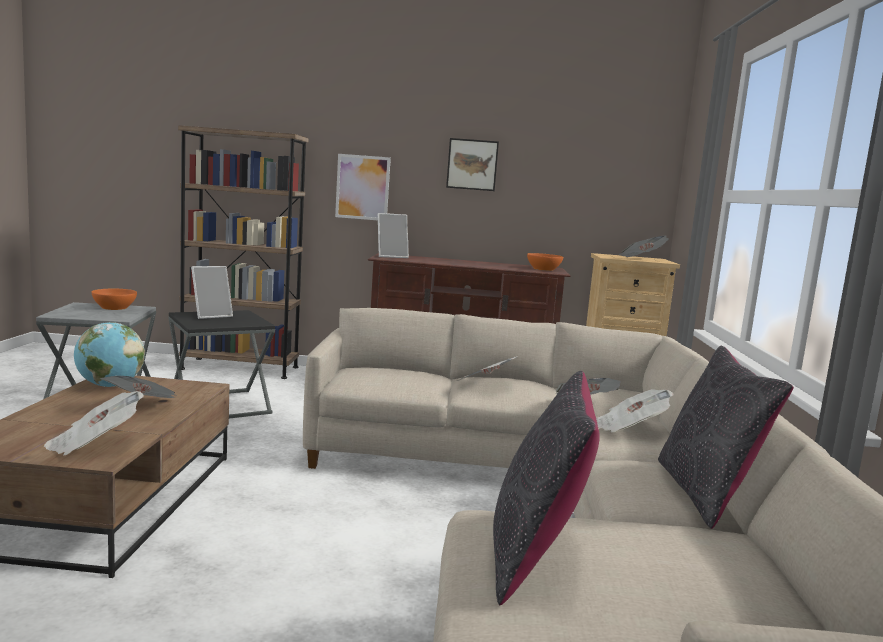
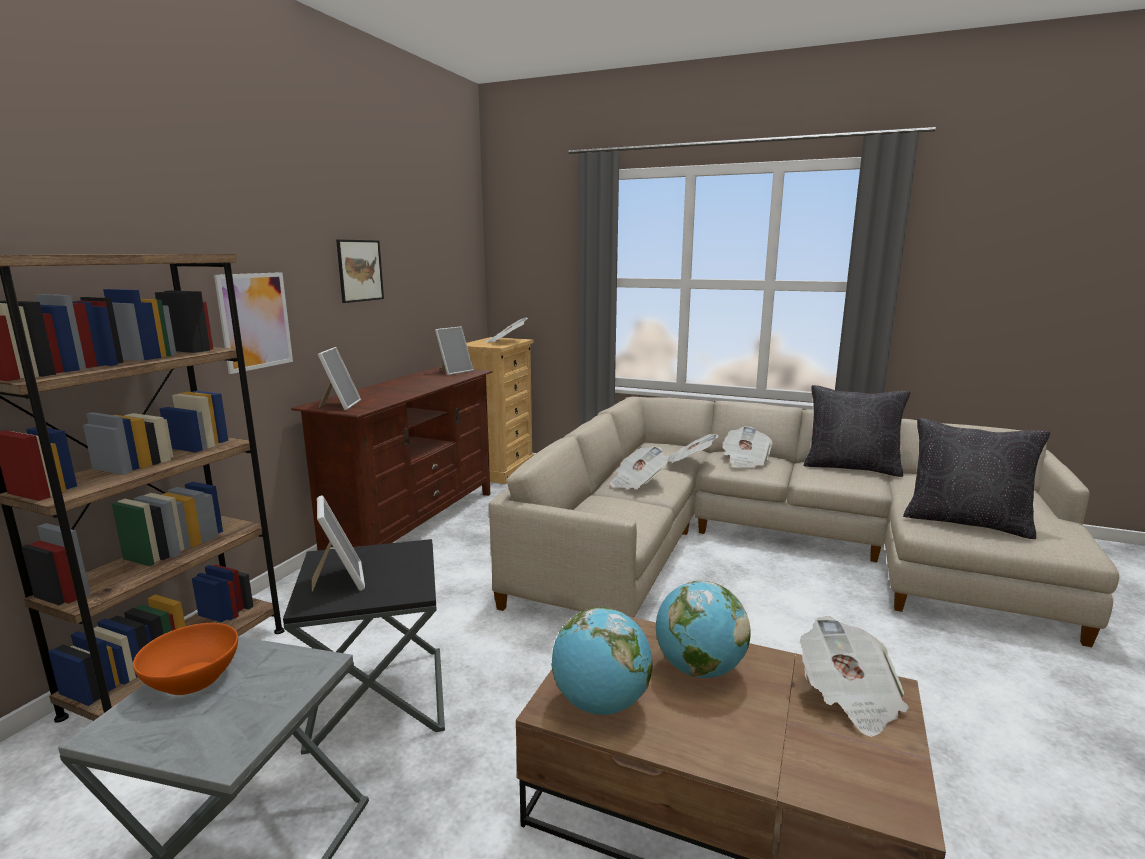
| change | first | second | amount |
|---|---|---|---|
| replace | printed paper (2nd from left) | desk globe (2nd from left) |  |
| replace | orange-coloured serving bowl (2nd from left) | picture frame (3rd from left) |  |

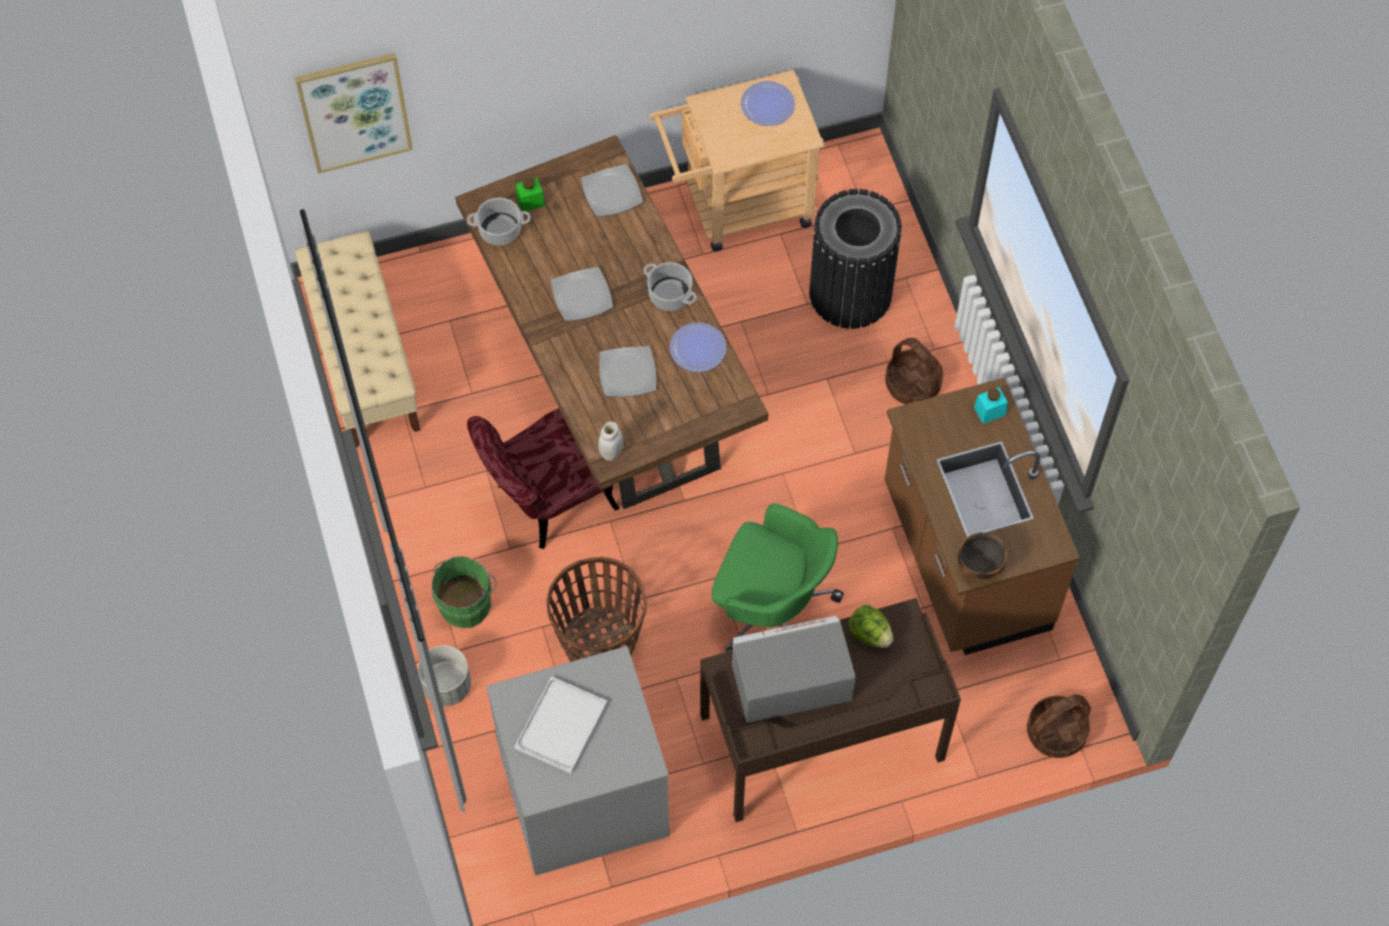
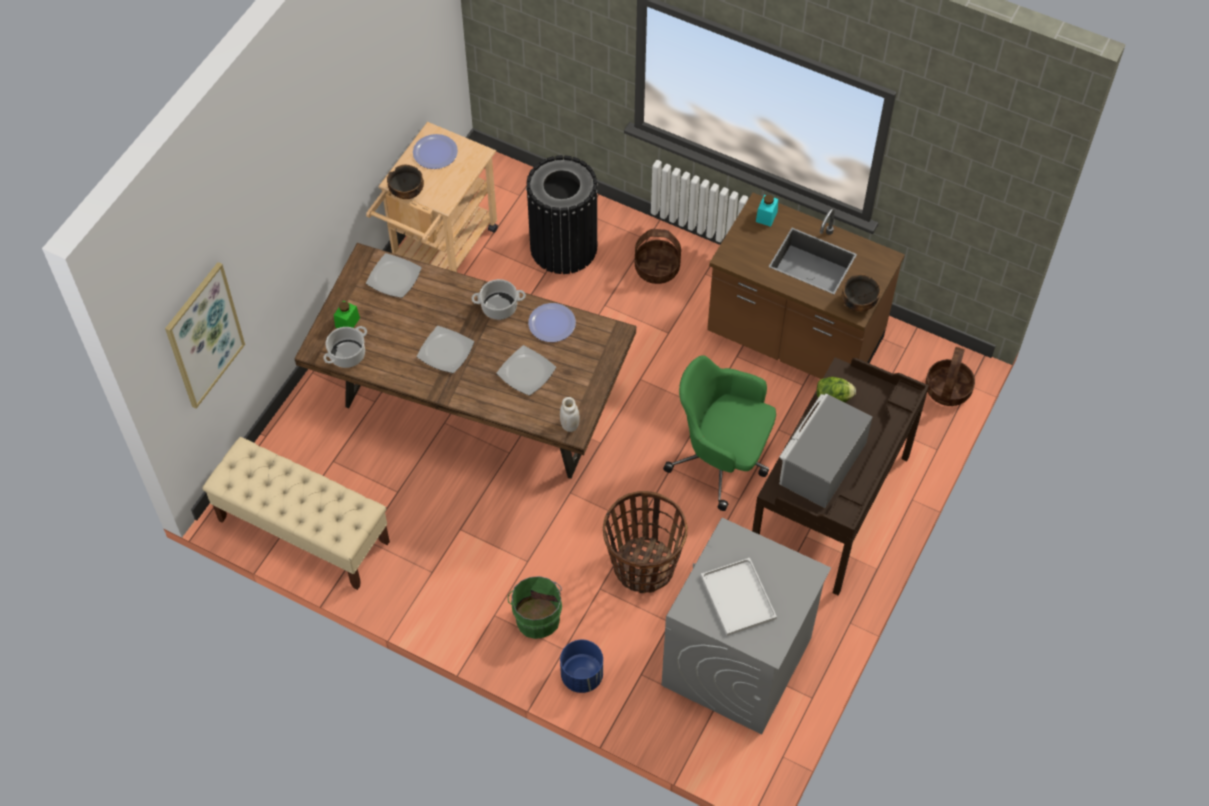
| change | first | second | amount |
|---|---|---|---|
| recolor | gray plant pot | bluish plant pot |  |
| delete | reddish plain chair |  |  |
| rotate | green computer chair |  | 135 degrees counterclockwise |
| insert |  | serving bowl (1st from left) |  |

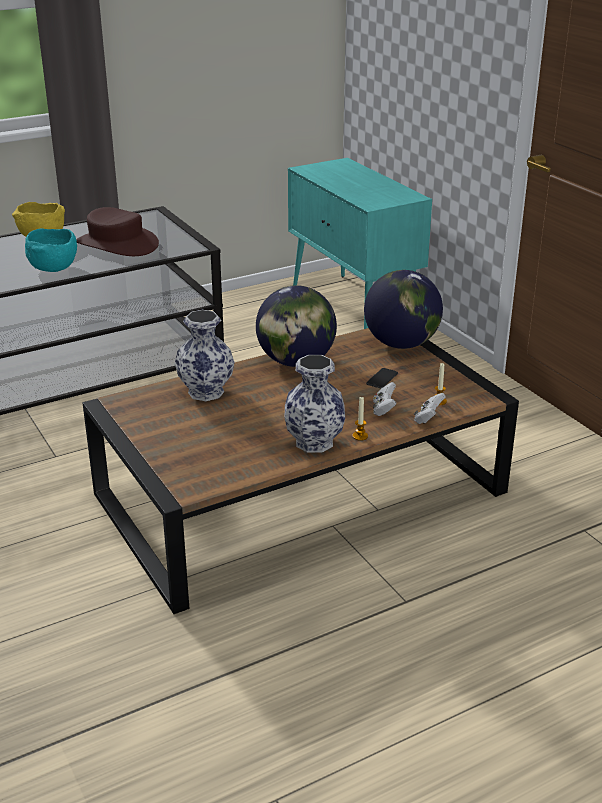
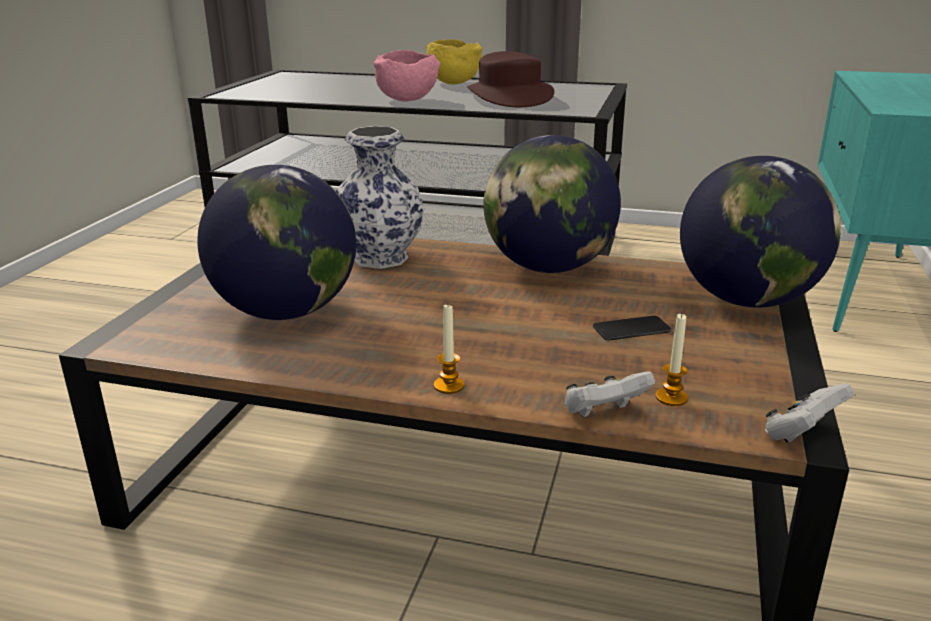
| change | first | second | amount |
|---|---|---|---|
| recolor | turquoise-coloured serving bowl | pink-coloured serving bowl |  |
| delete | decorative vase (2nd from left) |  |  |
| move | whitish joypad (1st from left in the first image) | whitish joypad (2nd from left) |  |
| insert |  | desk globe (1st from left) |  |

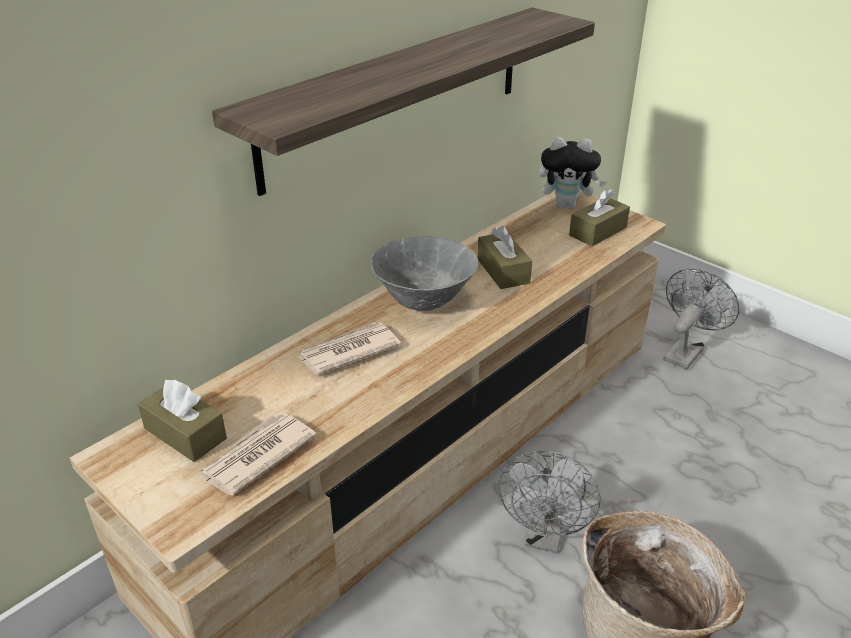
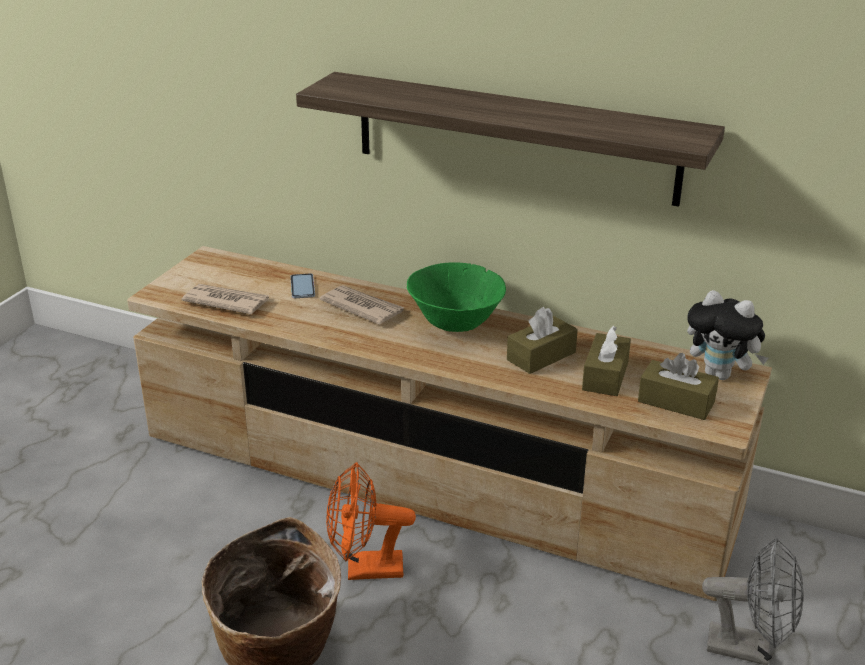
| change | first | second | amount |
|---|---|---|---|
| move | brown box of tissues (1st from left in the first image) | brown box of tissues (2nd from left) |  |
| recolor | gray serving bowl | green serving bowl |  |
| recolor | gray cooling fan (1st from left) | orange-coloured cooling fan |  |
| rotate | soft toy |  | 45 degrees counterclockwise |
| insert |  | phone |  |

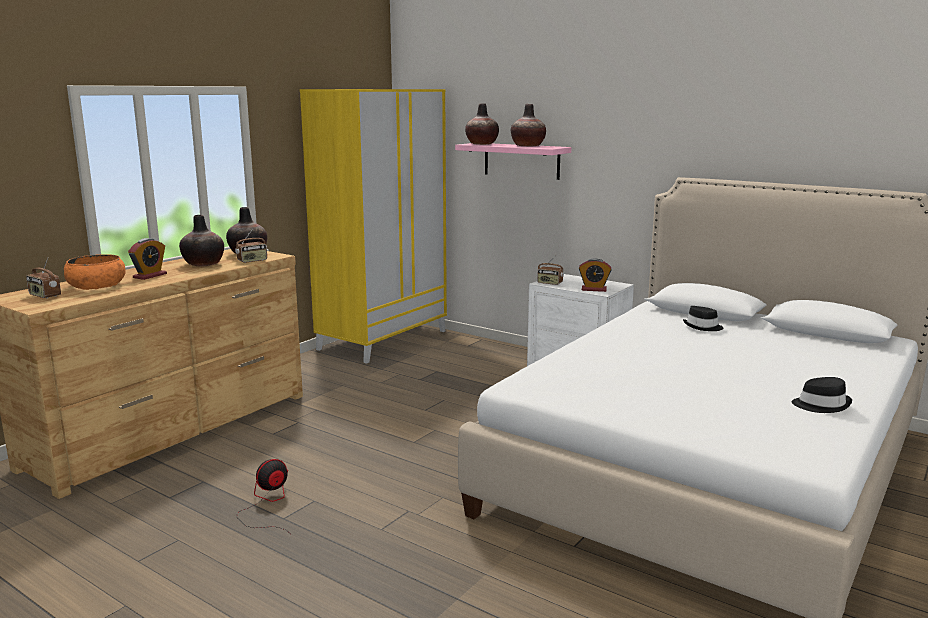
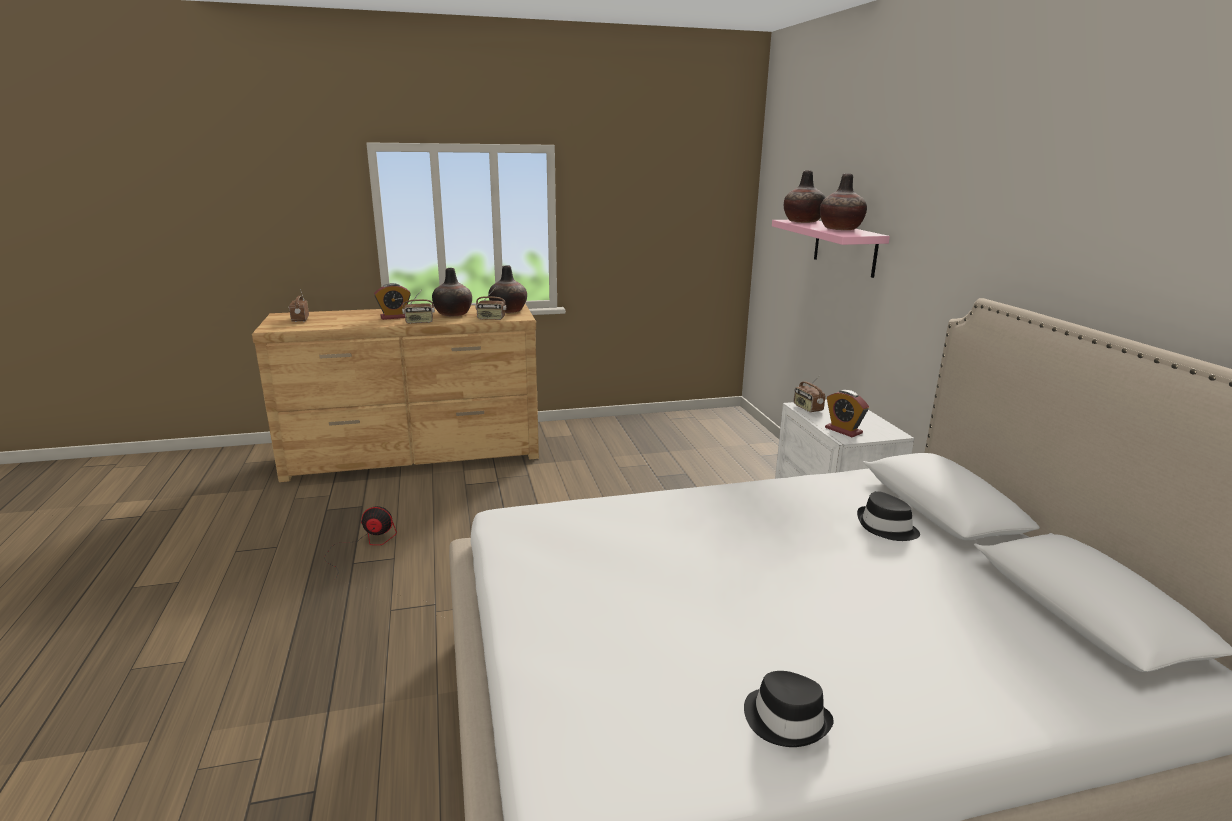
| change | first | second | amount |
|---|---|---|---|
| delete | orange-coloured serving bowl |  |  |
| delete | yellow-coloured wardrobe |  |  |
| insert |  | radio set (2nd from left) |  |

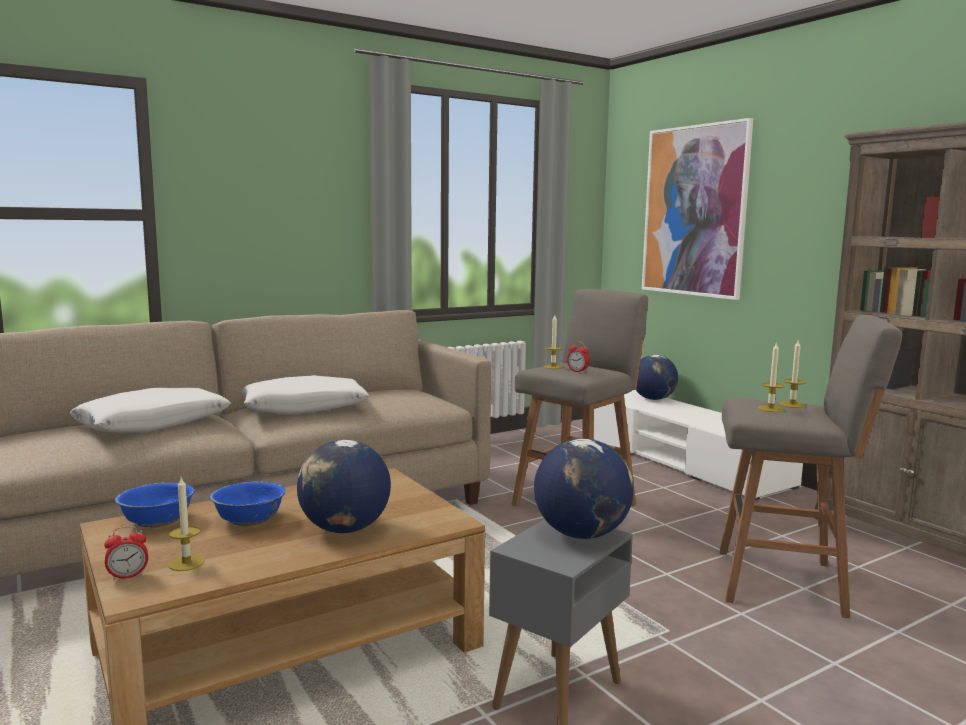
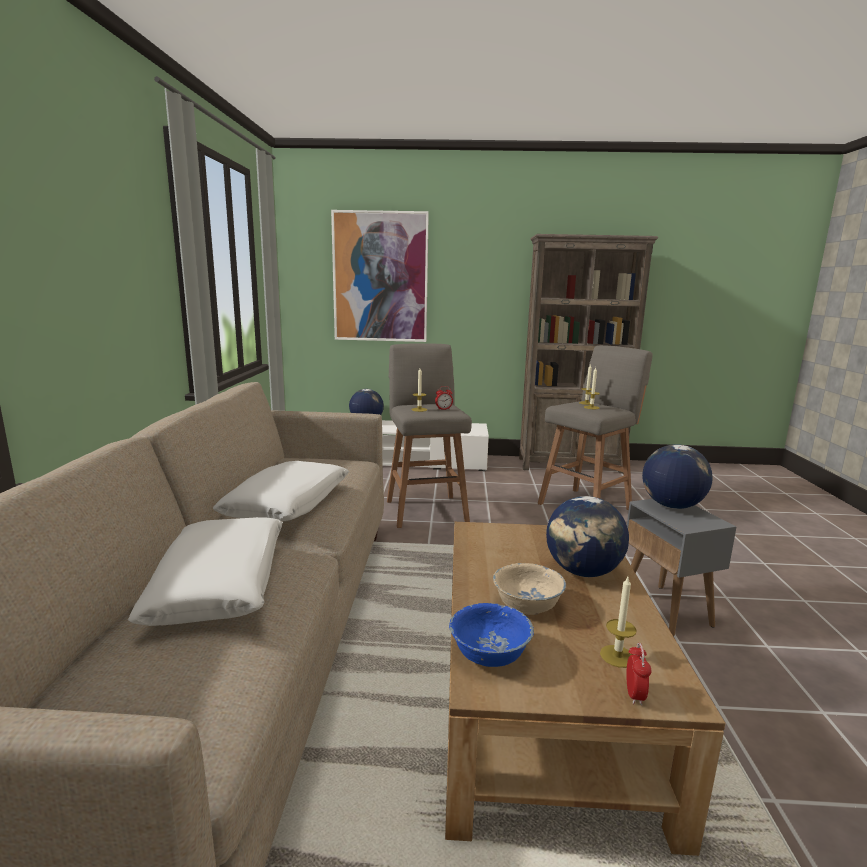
| change | first | second | amount |
|---|---|---|---|
| recolor | bluish serving bowl (2nd from left) | beige-coloured serving bowl |  |

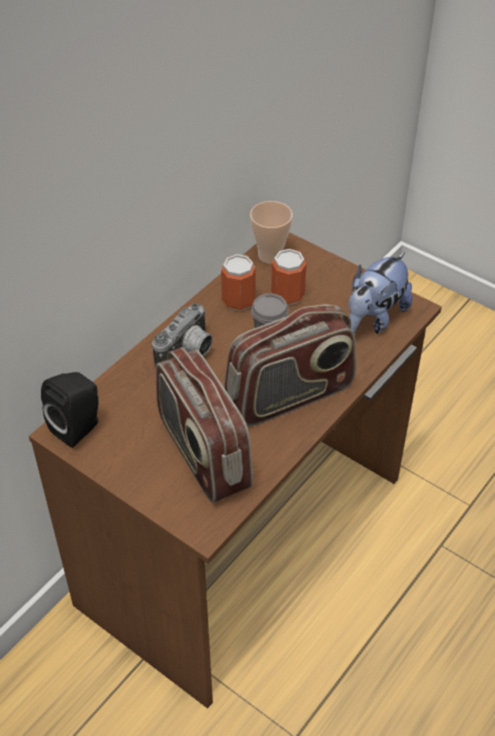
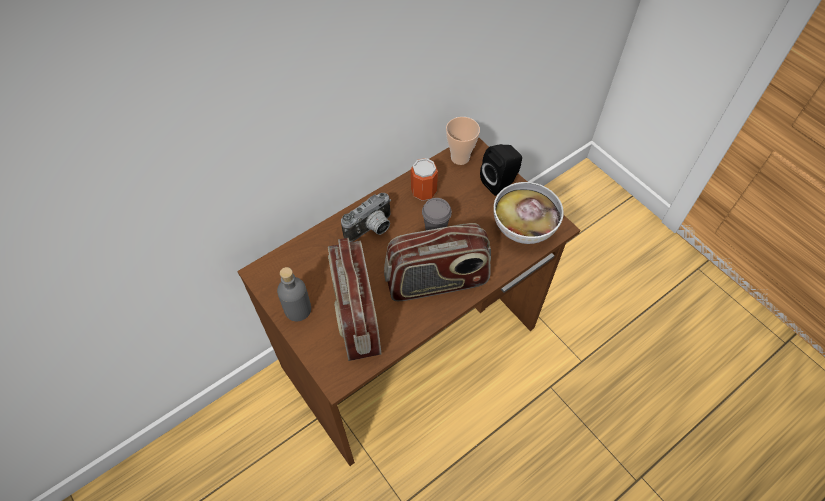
| change | first | second | amount |
|---|---|---|---|
| move | black-coloured speaker |  |  |
| delete | can (2nd from left) |  |  |
| replace | soft toy | serving bowl |  |
| insert |  | gray beverage bottle |  |

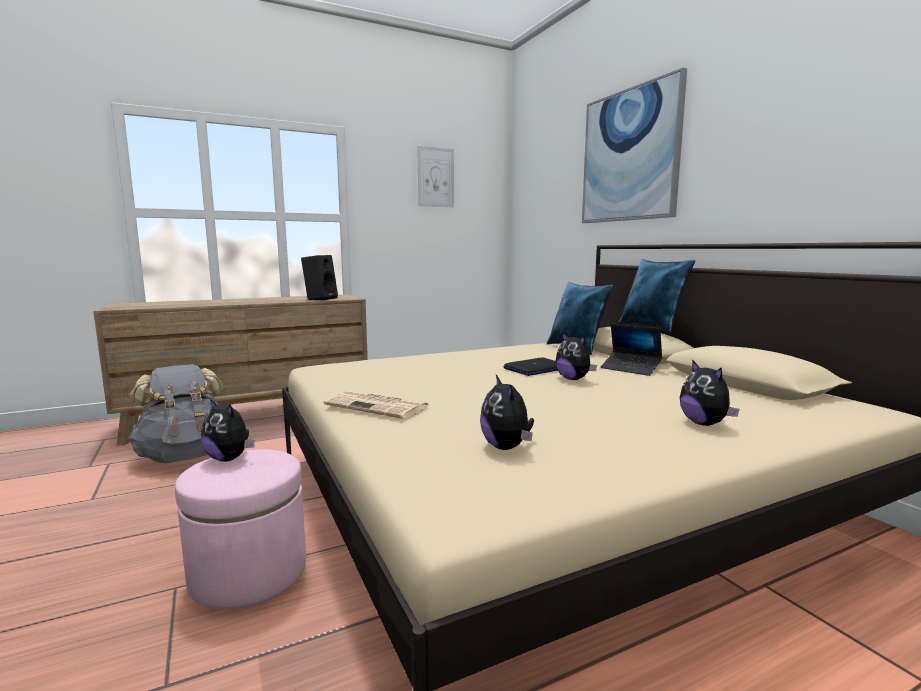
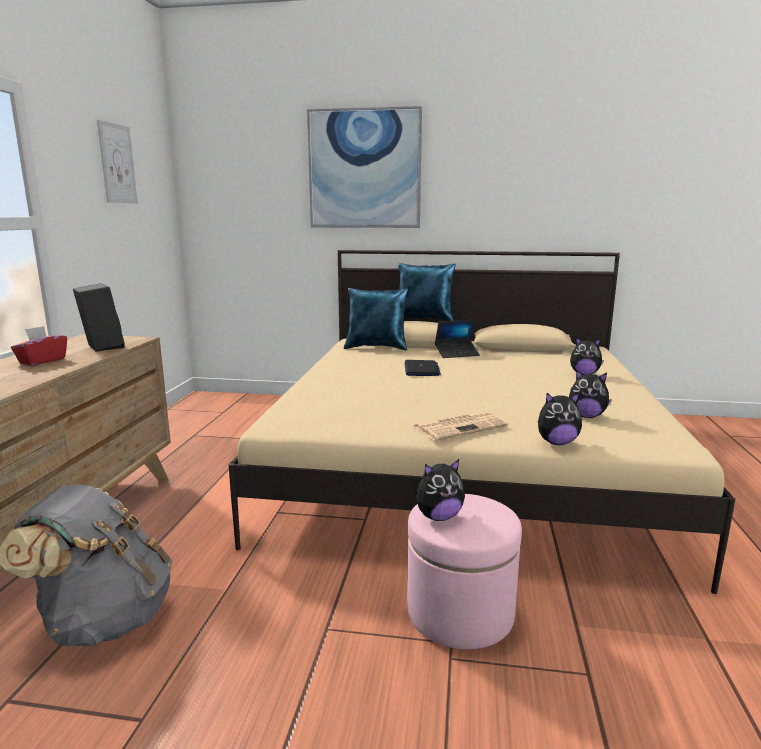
| change | first | second | amount |
|---|---|---|---|
| move | soft toy (3rd from left in the first image) | soft toy (2nd from left) |  |
| insert |  | reddish box of tissues |  |

